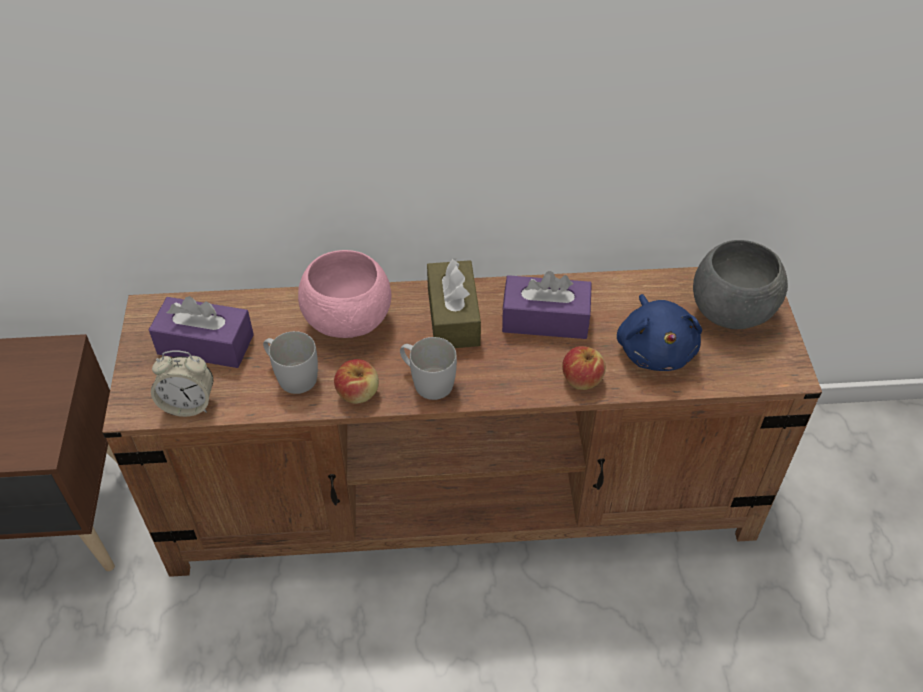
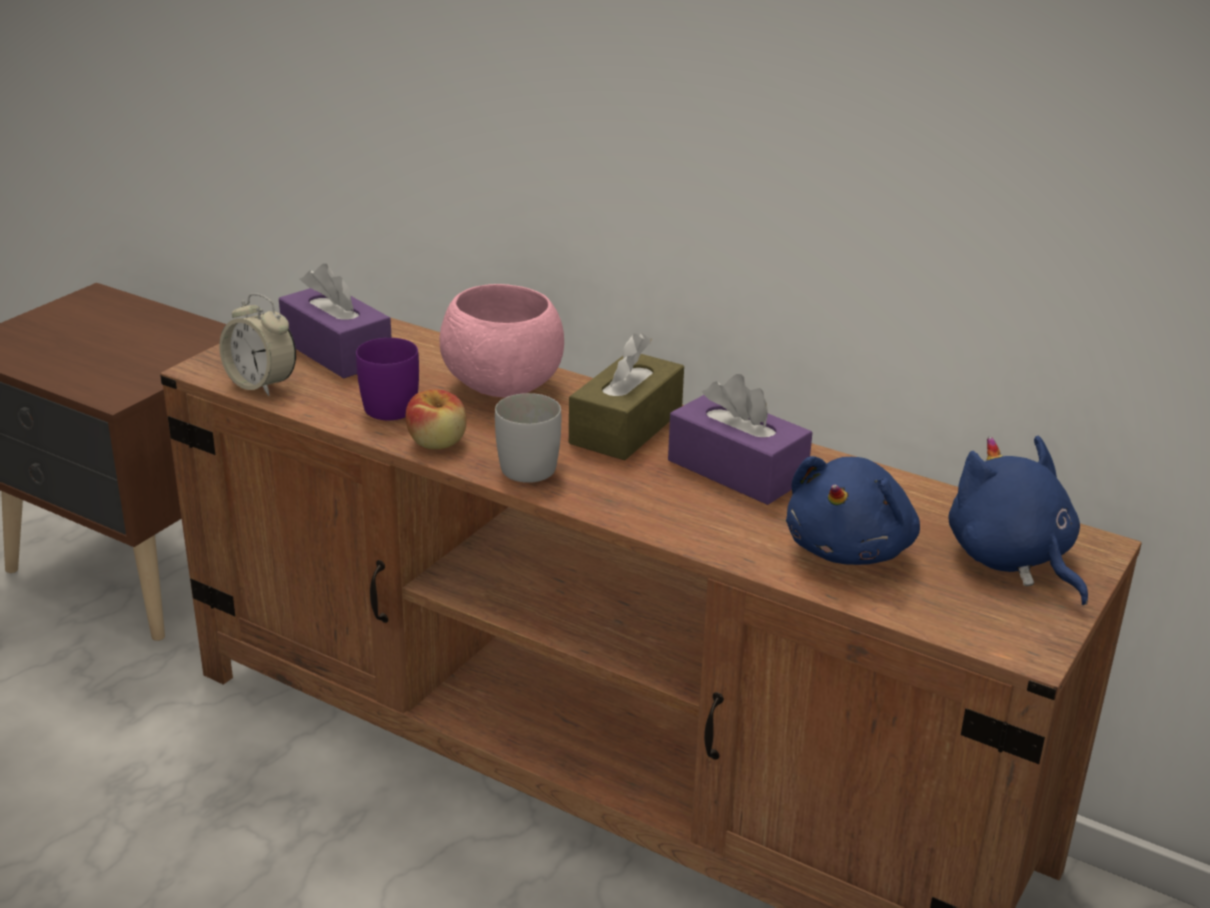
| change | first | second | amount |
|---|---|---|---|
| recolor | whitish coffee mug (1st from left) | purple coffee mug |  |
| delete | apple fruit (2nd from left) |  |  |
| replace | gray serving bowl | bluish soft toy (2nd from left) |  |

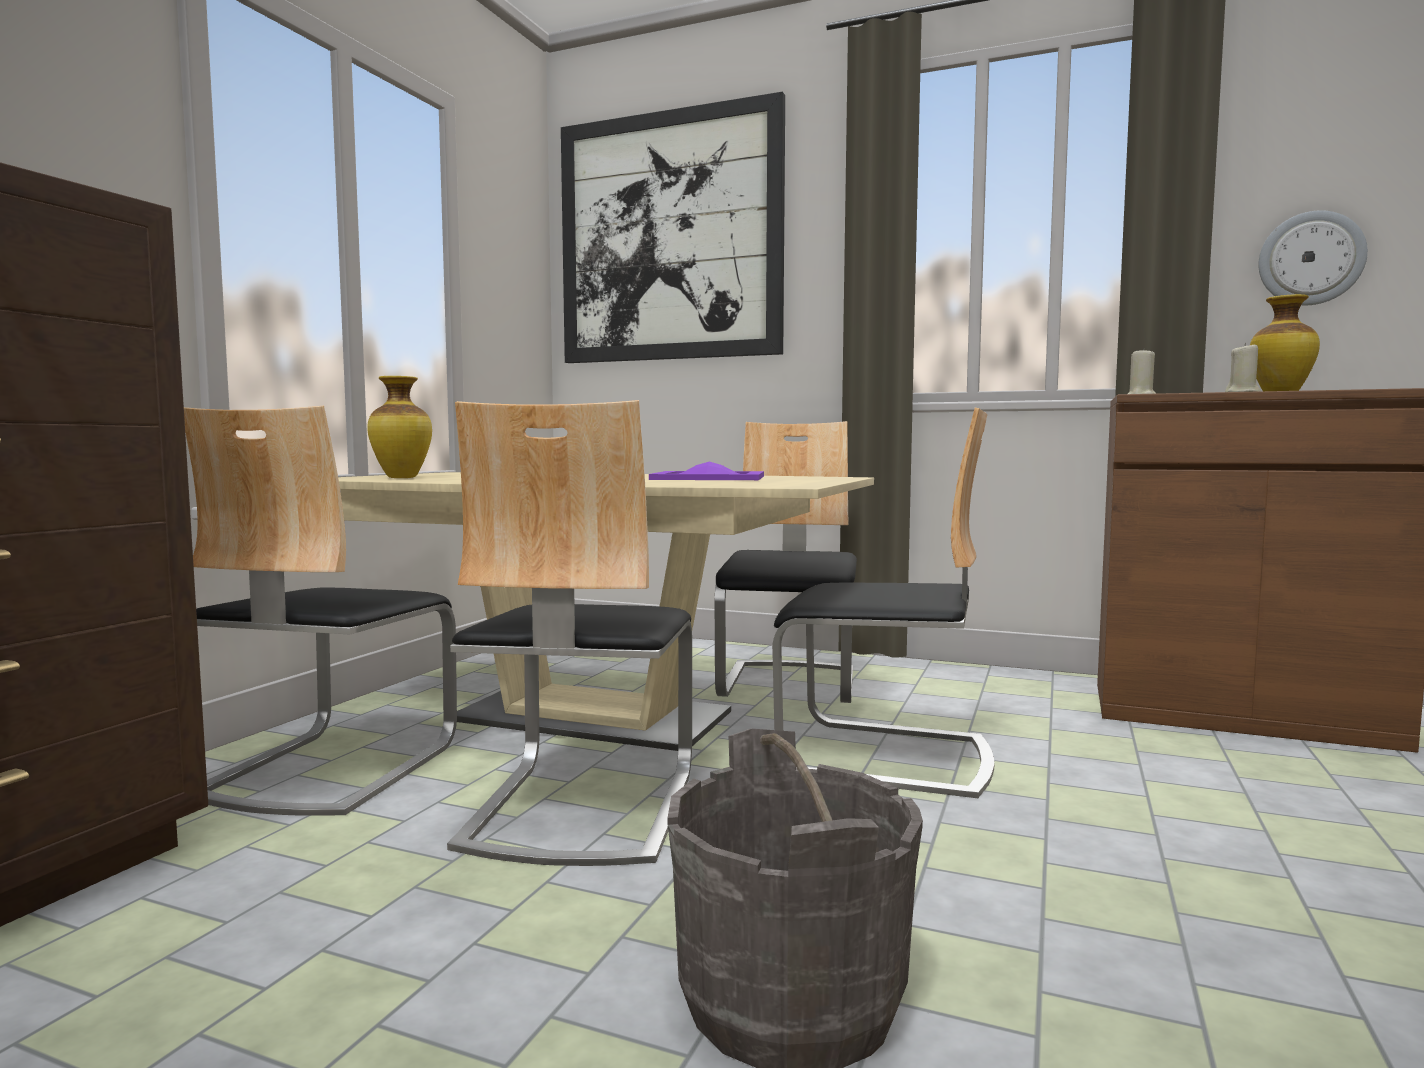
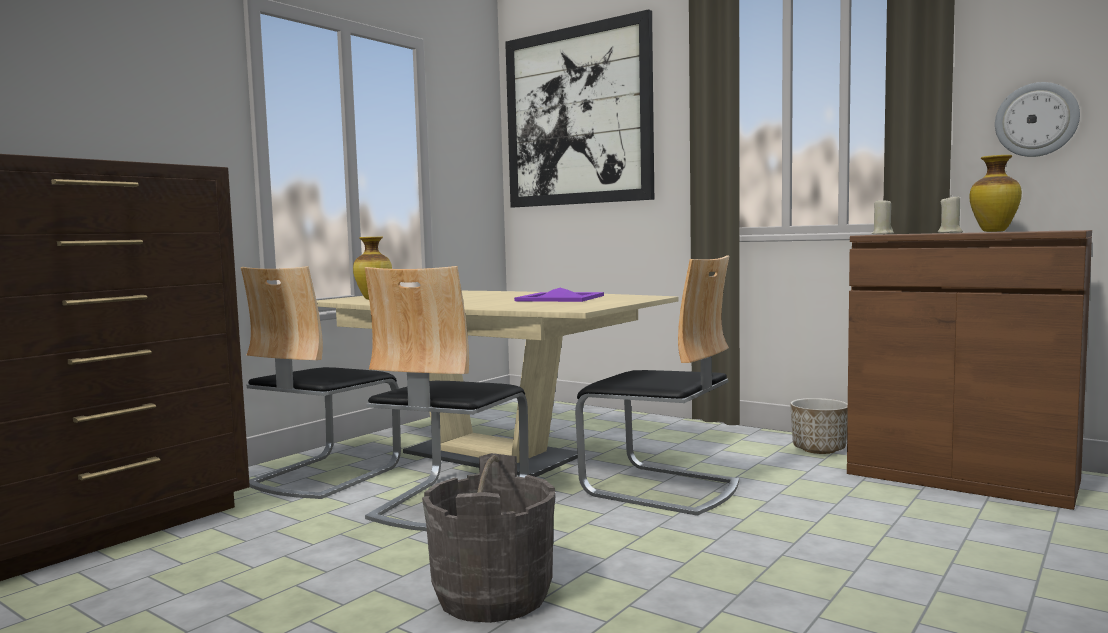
| change | first | second | amount |
|---|---|---|---|
| delete | plain chair (3rd from left) |  |  |
| insert |  | plant pot |  |

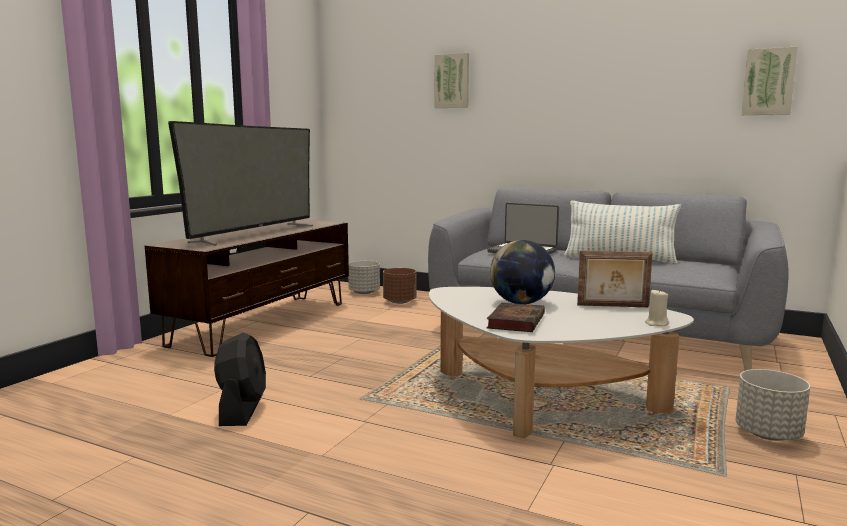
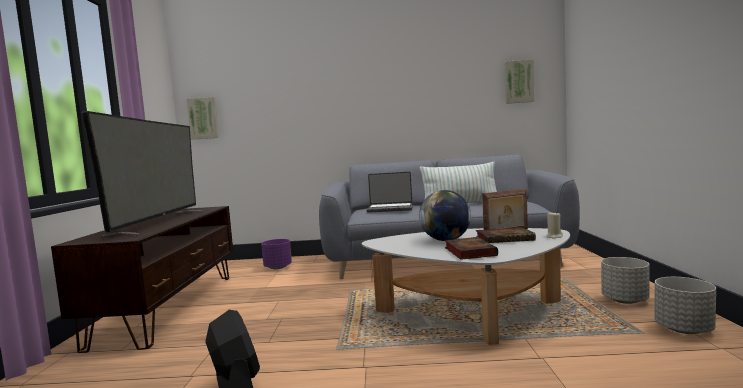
| change | first | second | amount |
|---|---|---|---|
| move | gray plant pot (1st from left in the first image) | gray plant pot (2nd from left) |  |
| recolor | brown plant pot | purple plant pot |  |
| move | wall picture (1st from left) |  |  |
| insert |  | bound book (2nd from left) |  |

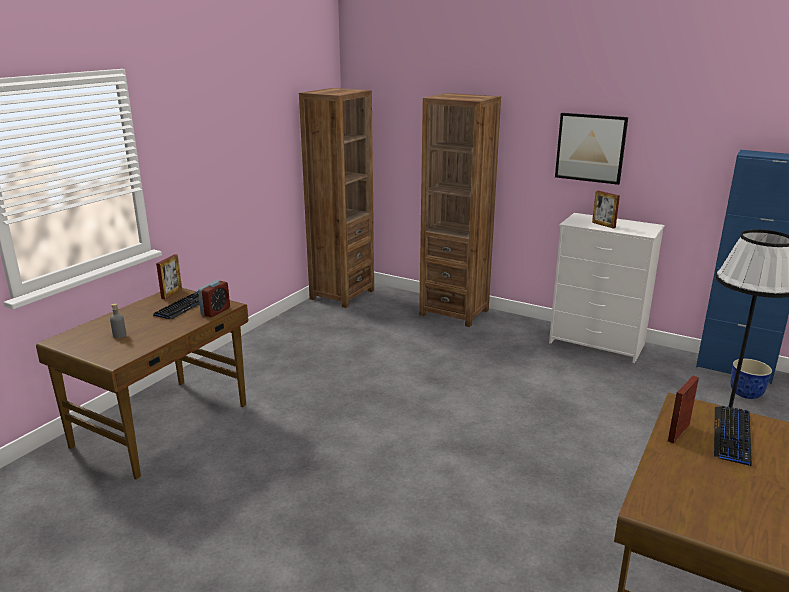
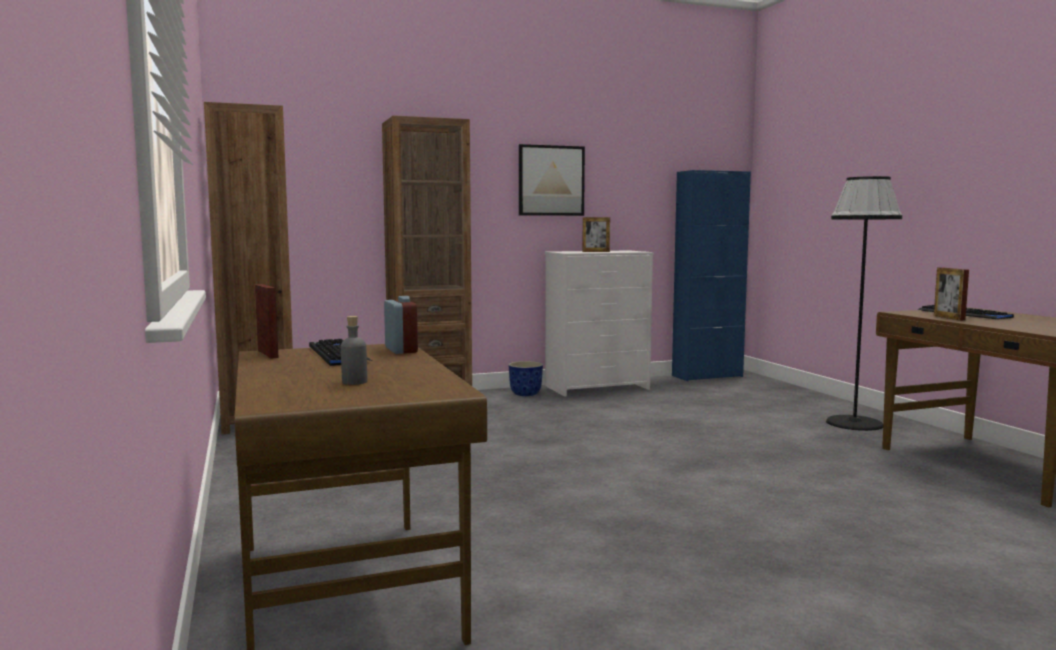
| change | first | second | amount |
|---|---|---|---|
| move | plant pot |  |  |

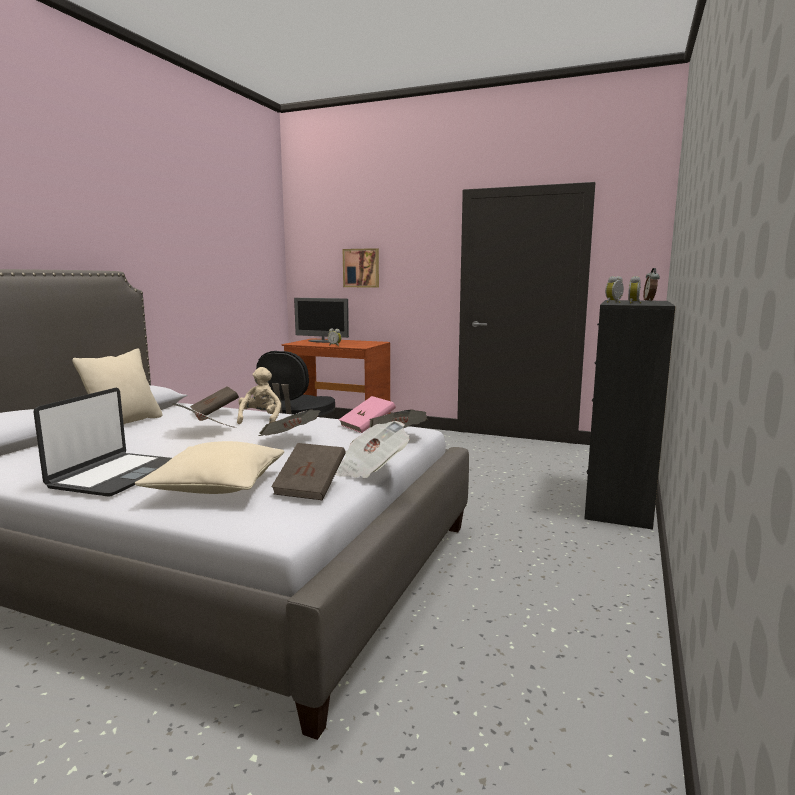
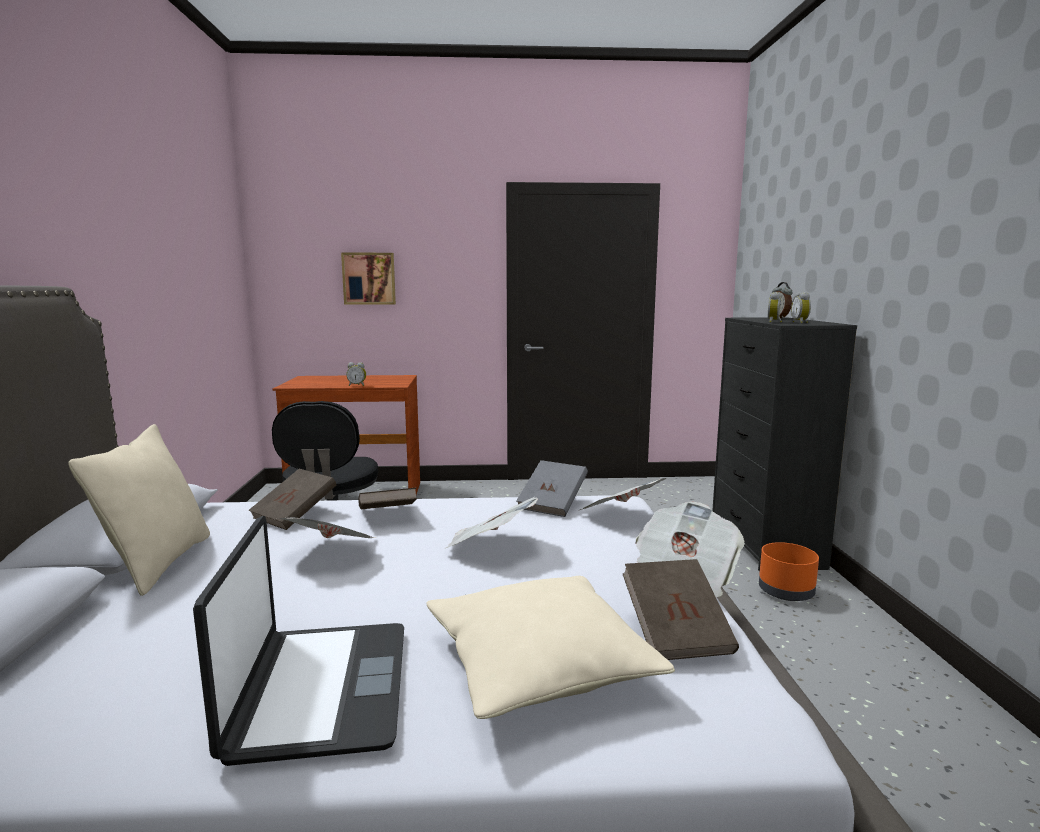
| change | first | second | amount |
|---|---|---|---|
| replace | beige-coloured soft toy | brown bound book (2nd from left) |  |
| delete | computer display |  |  |
| recolor | pink-coloured bound book | gray bound book |  |
| insert |  | orange-coloured plant pot |  |

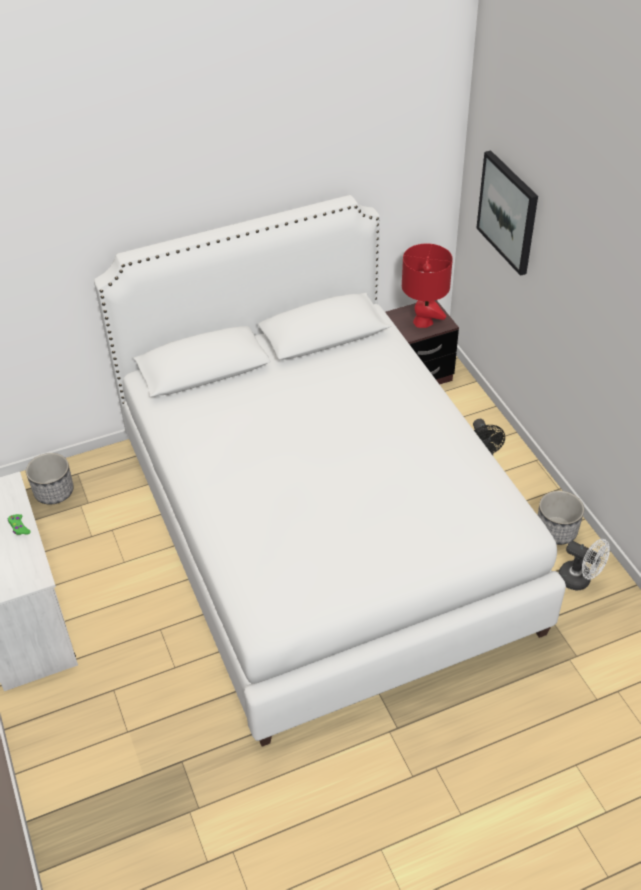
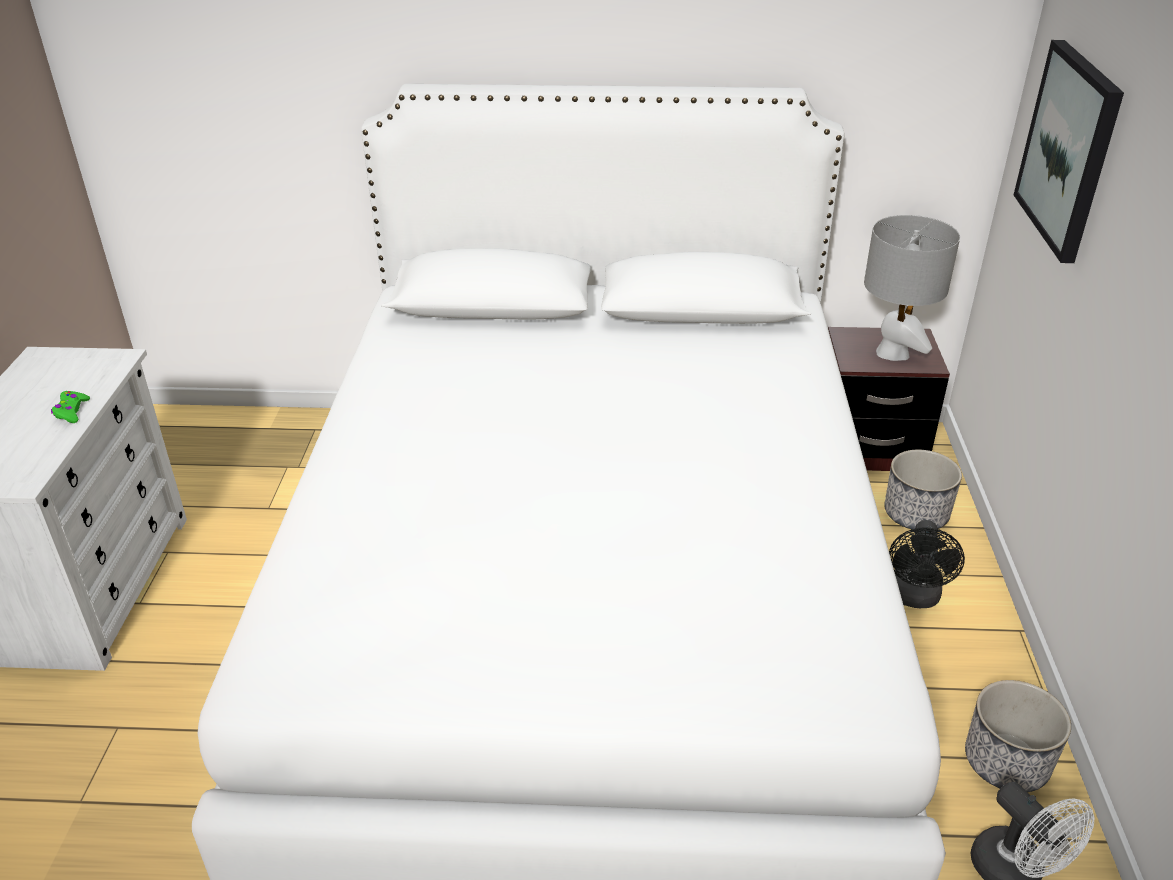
| change | first | second | amount |
|---|---|---|---|
| move | plant pot (1st from left) |  |  |
| recolor | reddish tabletop lamp | gray tabletop lamp |  |

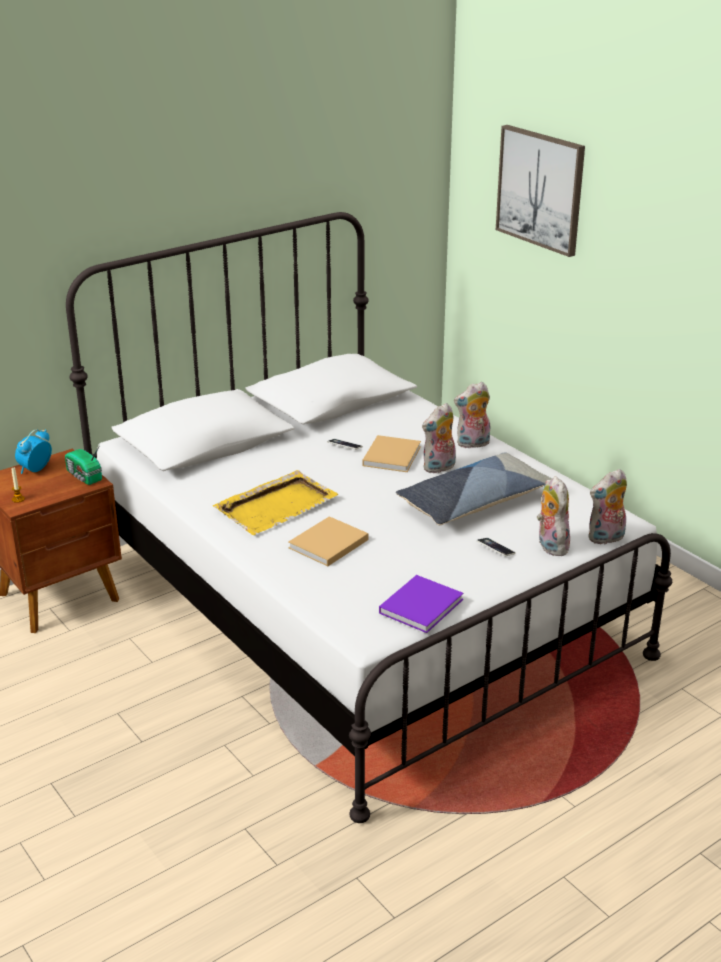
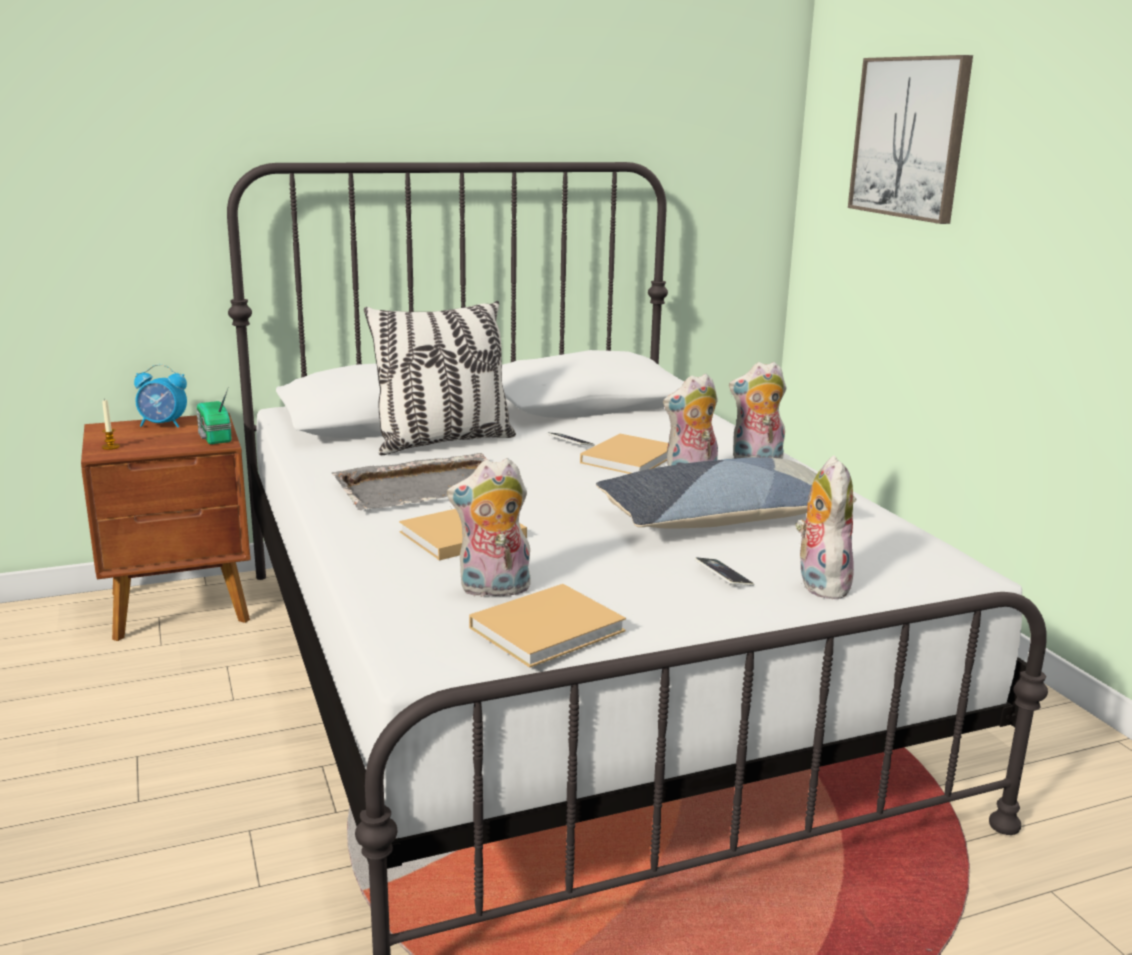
| change | first | second | amount |
|---|---|---|---|
| rotate | alarm clock |  | 135 degrees counterclockwise |
| recolor | yellow-coloured tray | gray tray |  |
| recolor | purple bound book | beige-coloured bound book (2nd from left) |  |
| move | soft toy (4th from left in the first image) | soft toy (1st from left) |  |
| insert |  | pillow (1st from left) |  |

